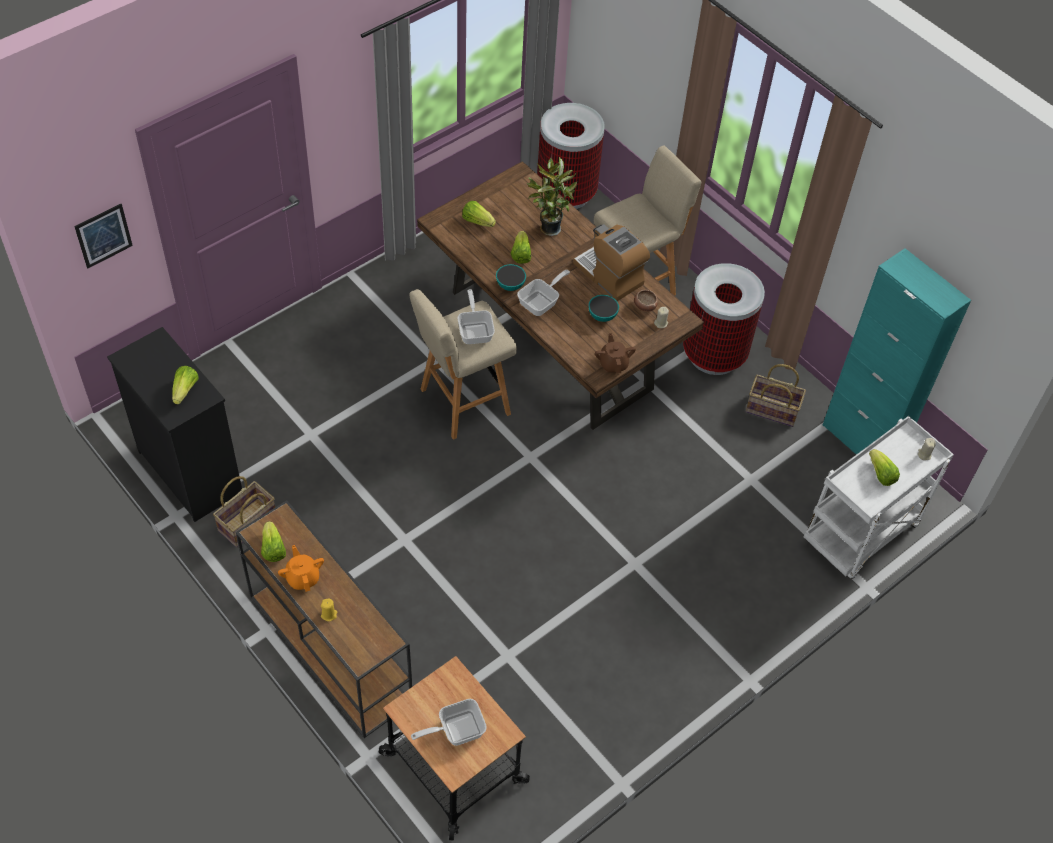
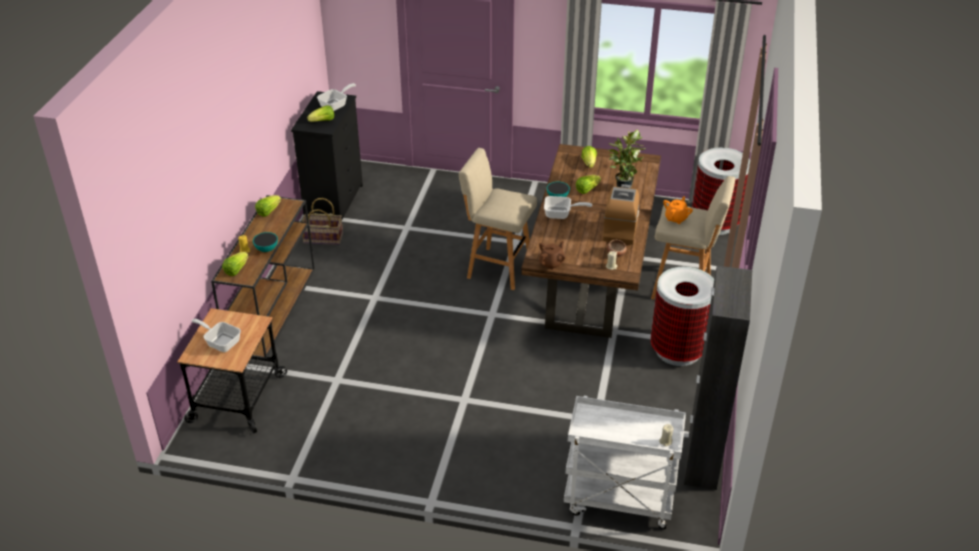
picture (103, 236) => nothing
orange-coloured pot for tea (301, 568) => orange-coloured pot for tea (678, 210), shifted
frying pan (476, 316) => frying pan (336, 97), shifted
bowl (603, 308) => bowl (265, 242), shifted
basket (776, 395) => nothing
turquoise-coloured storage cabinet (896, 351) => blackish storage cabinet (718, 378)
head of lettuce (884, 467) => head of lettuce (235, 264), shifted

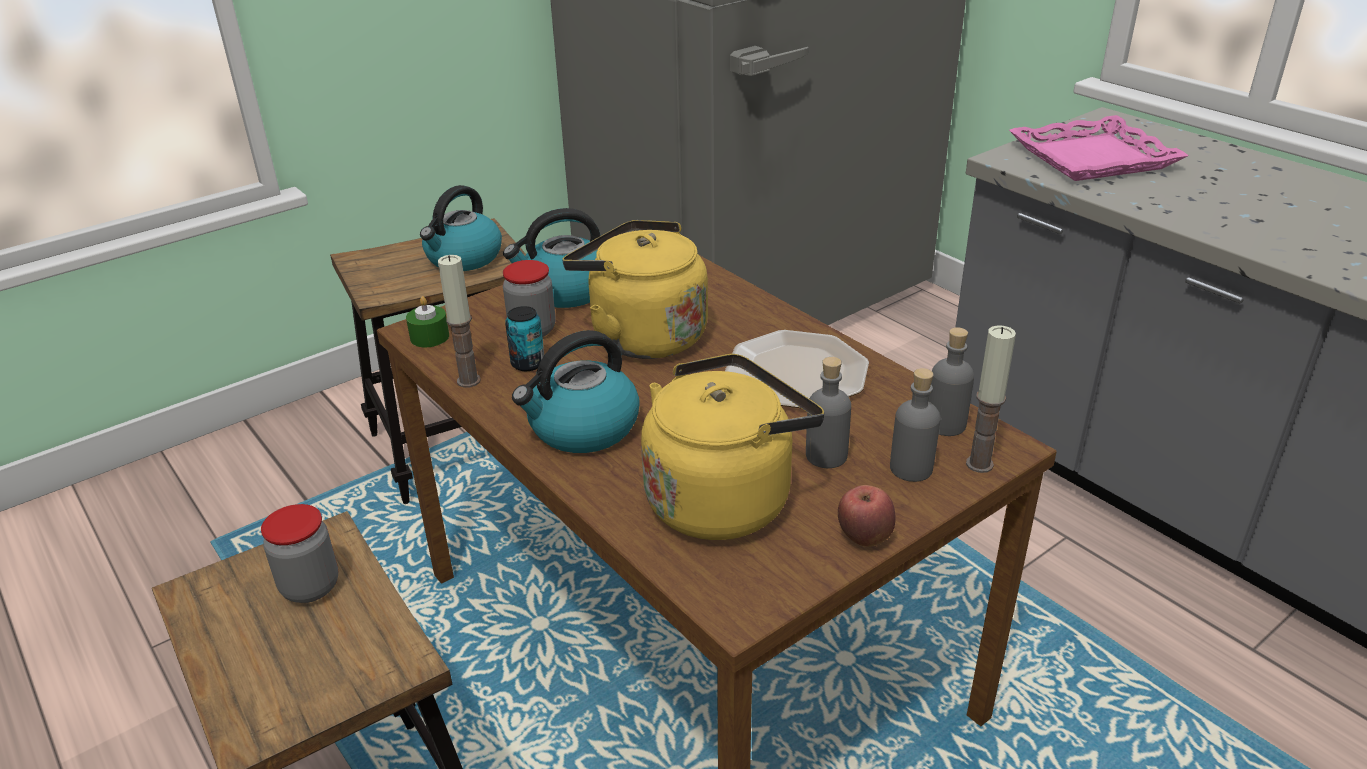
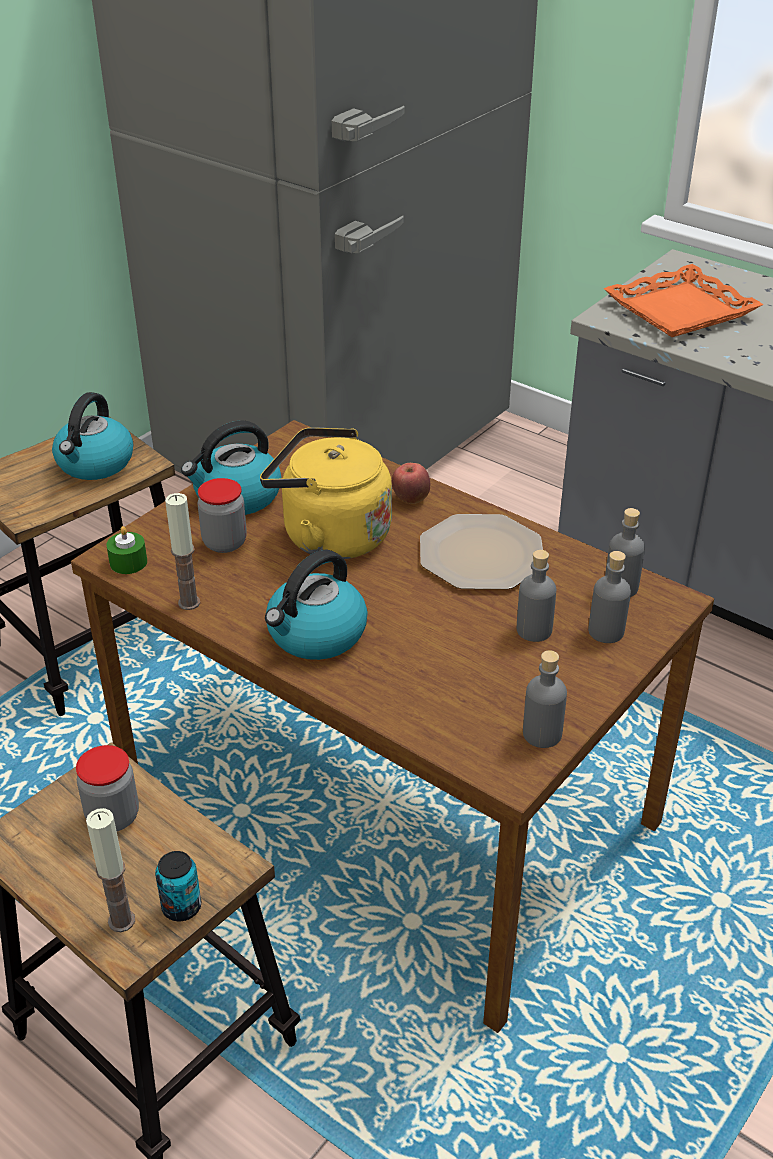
can (524, 338) => can (178, 886), shifted
yellow-coloured water kettle (732, 446) => nothing
apple fruit (867, 516) => apple fruit (411, 483), shifted
wax candle (991, 399) => wax candle (110, 870), shifted
pink tray (1099, 148) => orange-coloured tray (683, 300)
nothing => grey beverage bottle (545, 699)

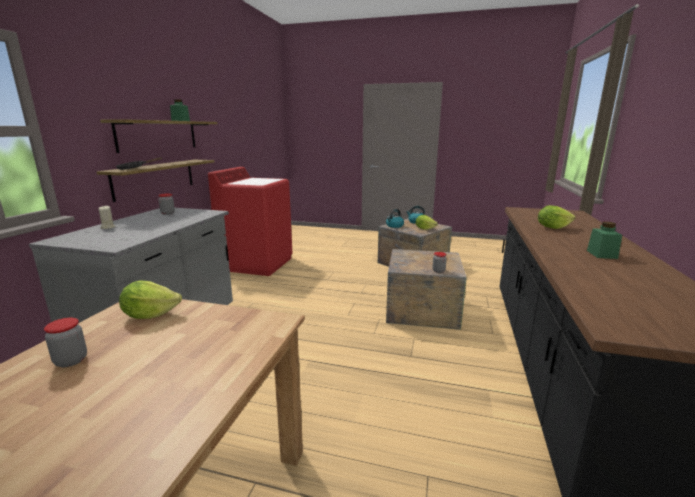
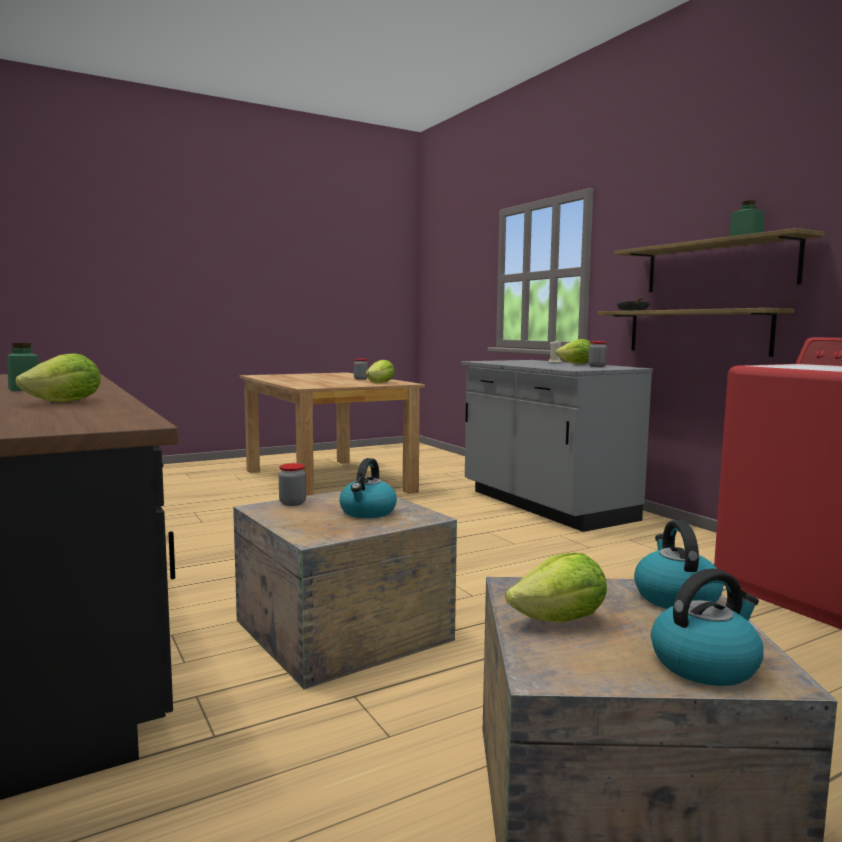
nothing => water kettle (368, 488)
nothing => head of lettuce (574, 351)

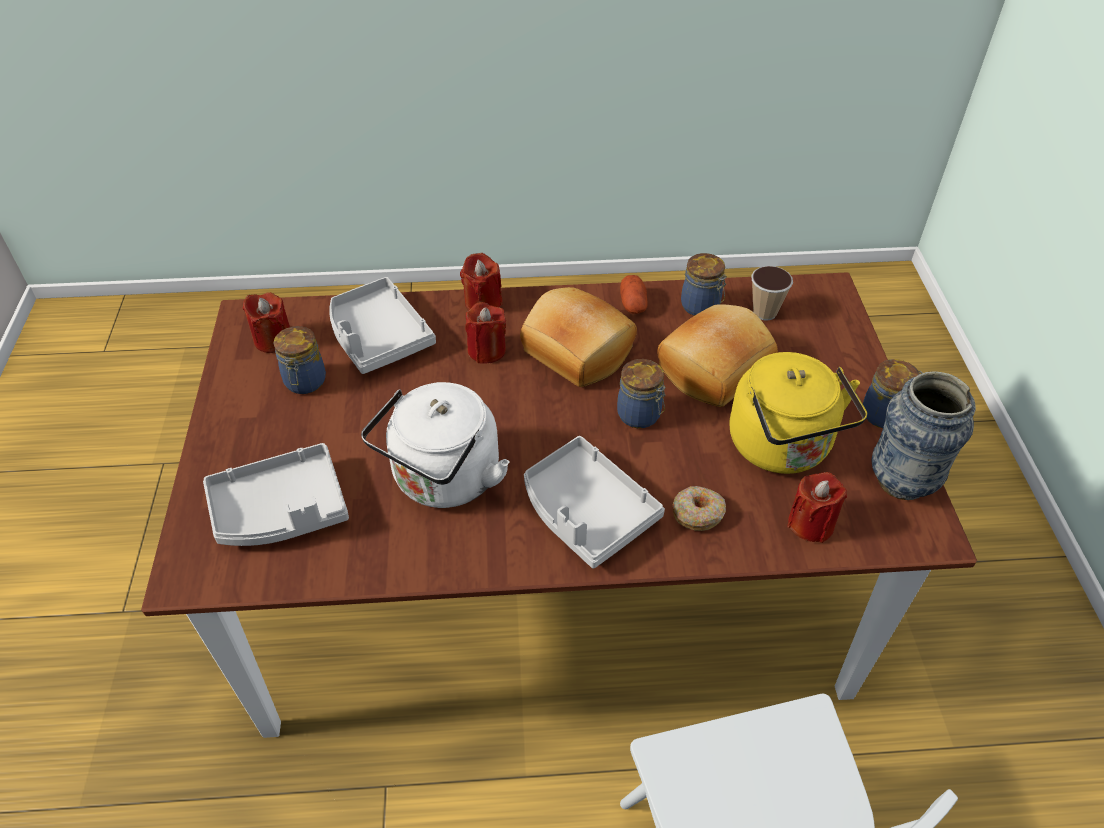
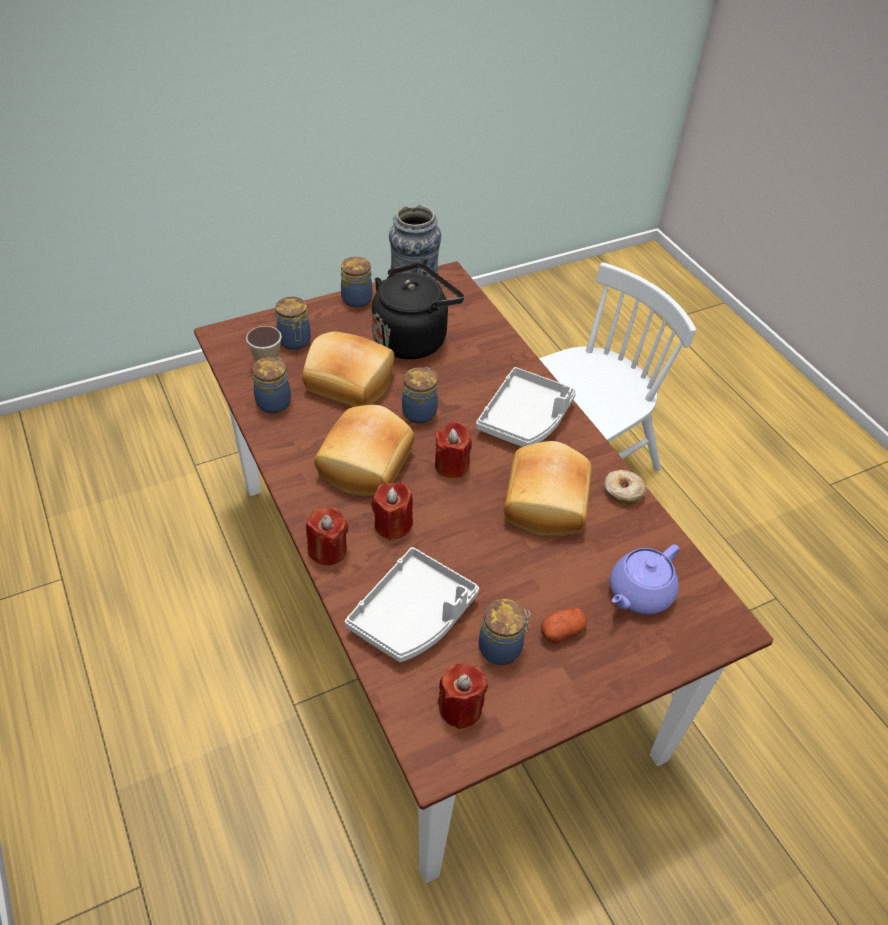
grey tray (276, 494) => purple pot for tea (644, 579)
whitish water kettle (435, 445) => bakery bread (548, 489)
spud (634, 294) => spud (564, 625), shifted
ring doughnut (699, 508) => ring doughnut (625, 488), shifted
yellow-coloured water kettle (798, 413) => blackish water kettle (418, 311)
red wax candle (817, 507) => red wax candle (453, 449), shifted
nothing => jar (293, 323)

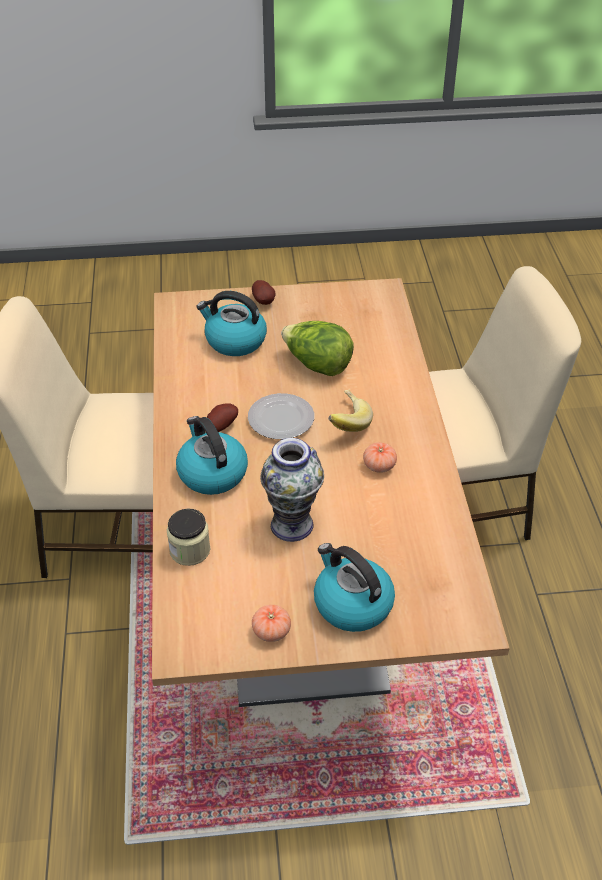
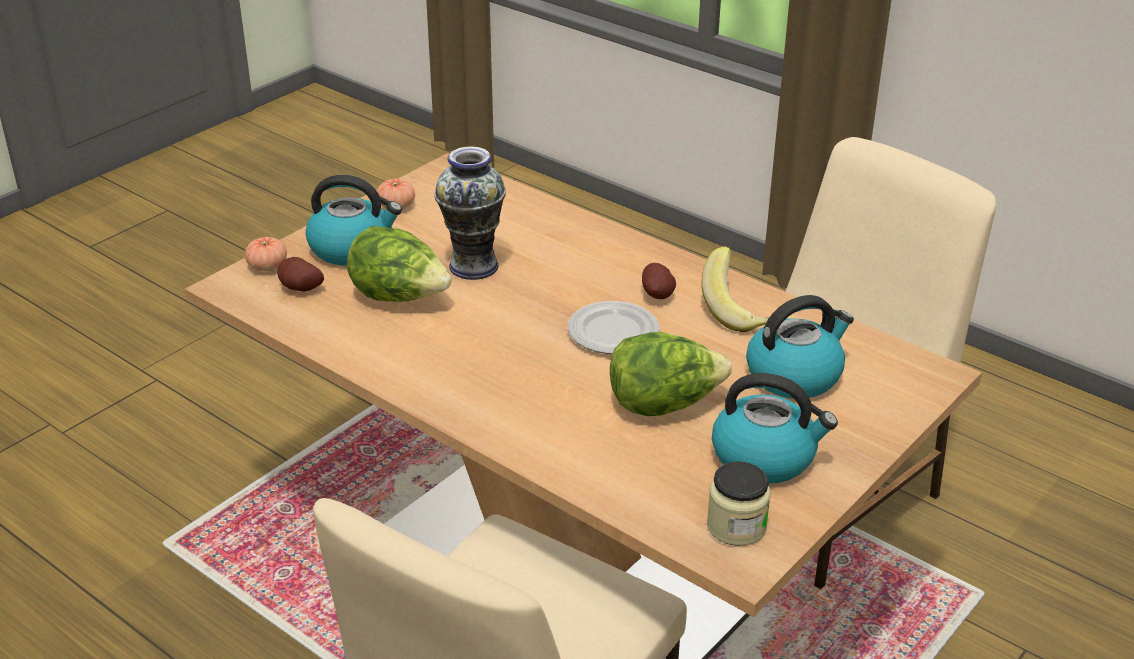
jar (188, 537) => jar (739, 504), shifted
water kettle (212, 455) => water kettle (775, 428), shifted
spud (264, 292) => spud (300, 274), shifted
banana (350, 410) => banana (735, 289), shifted
fresh tomato (380, 457) => fresh tomato (266, 254), shifted
nothing => head of lettuce (399, 264)

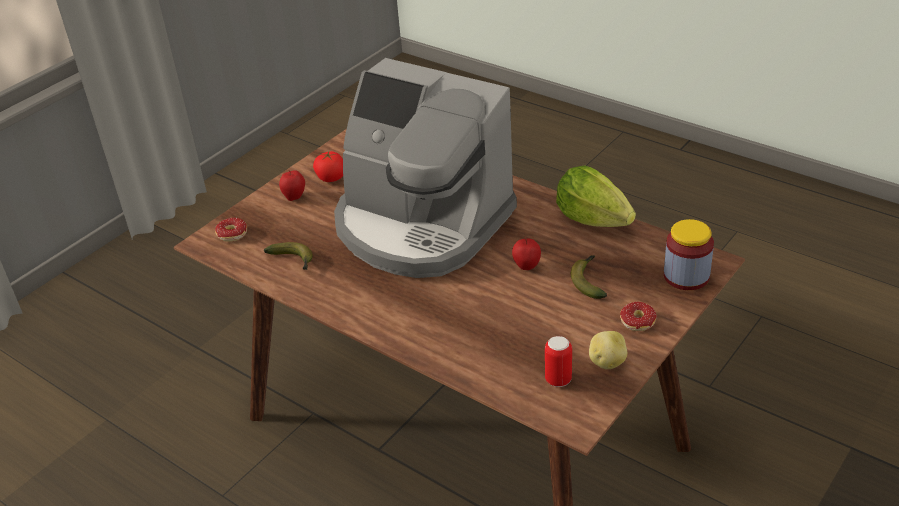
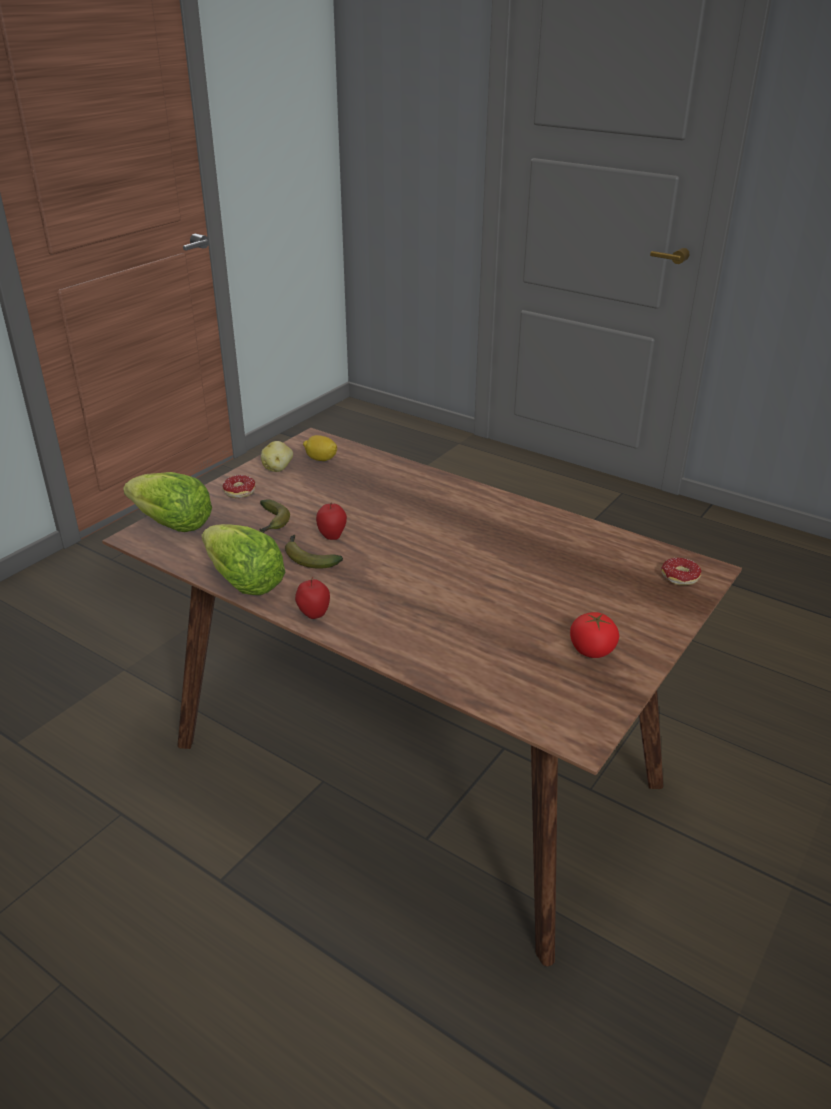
banana (288, 256) => banana (314, 552), shifted
apple fruit (292, 185) => apple fruit (312, 598), shifted
coffee maker (425, 168) => nothing
can (558, 361) => citrus fruit (320, 448)
jar (689, 254) => head of lettuce (167, 502)

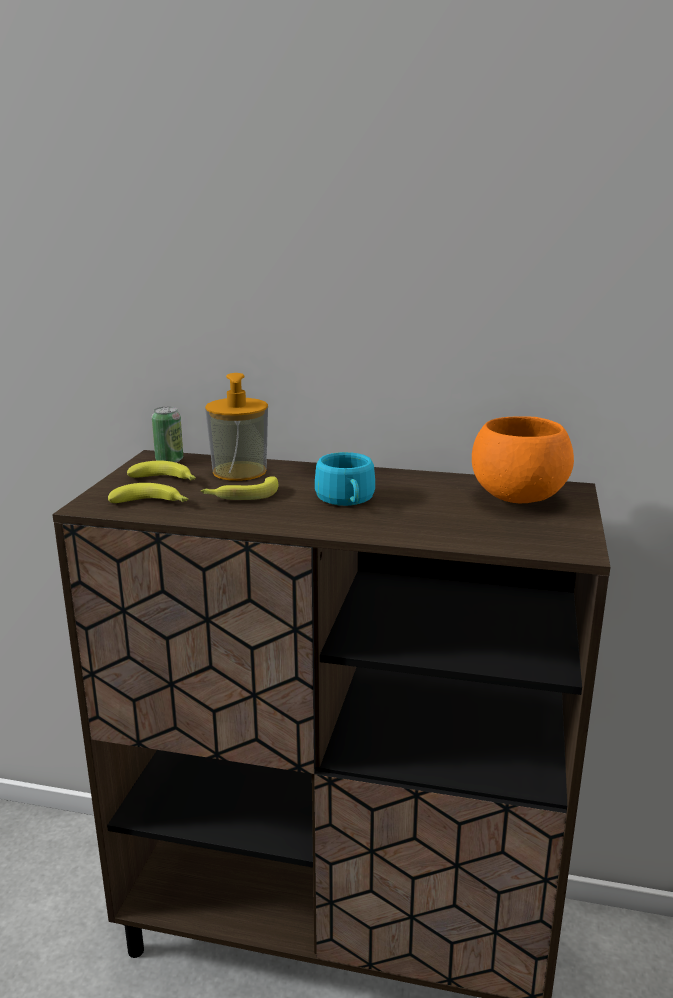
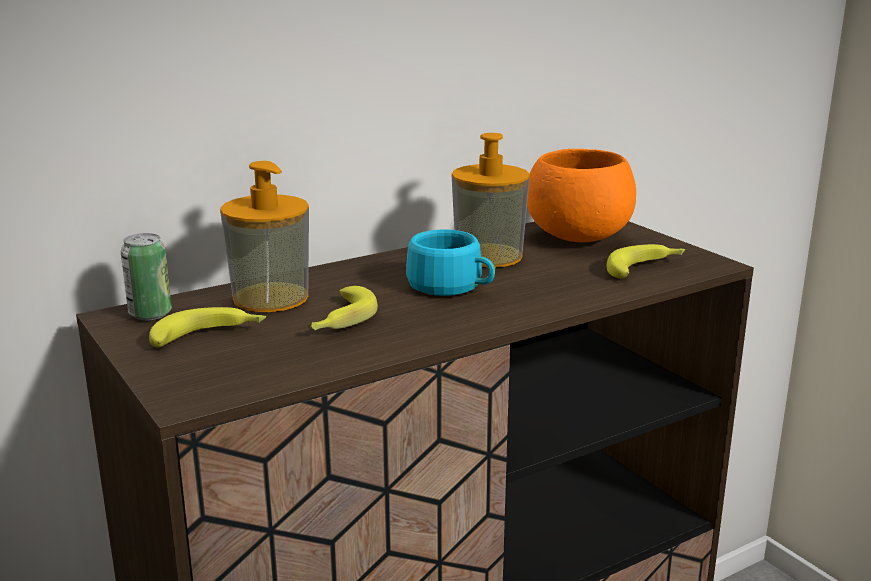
banana (148, 493) => banana (645, 261), shifted
nothing => soap dispenser (491, 200)

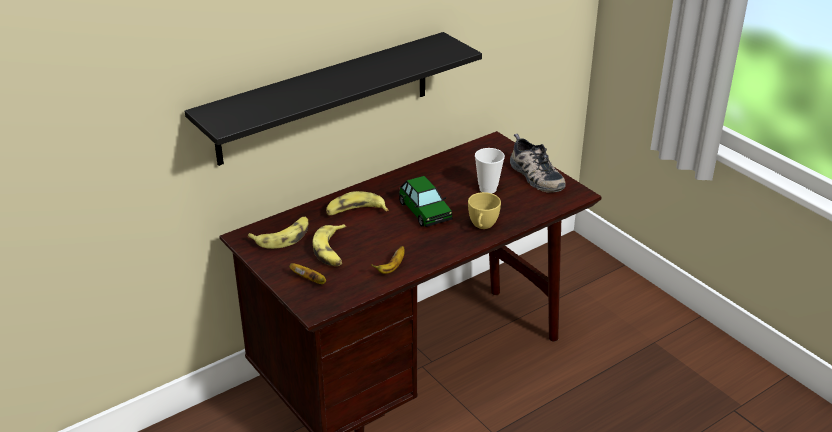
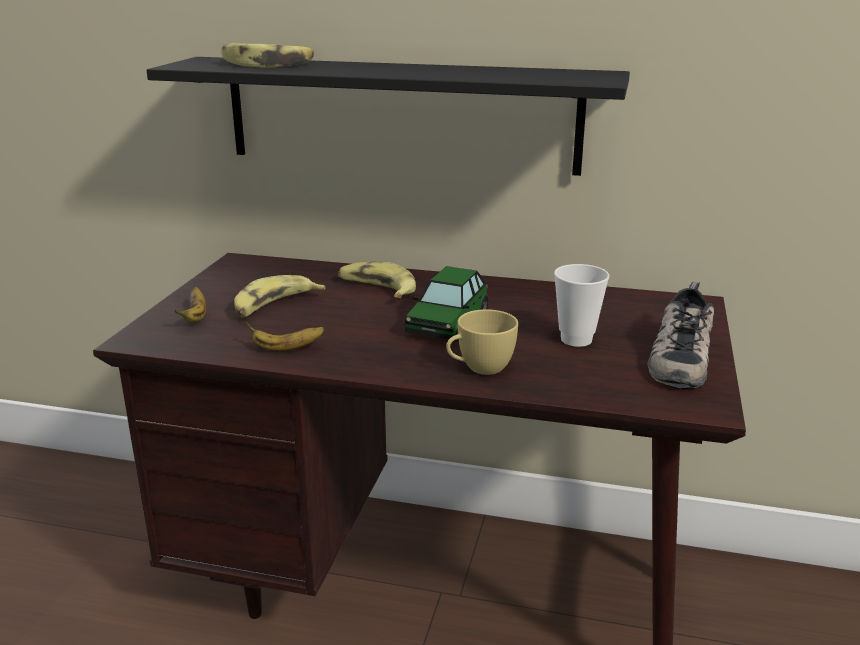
banana (278, 233) => banana (267, 55), shifted

